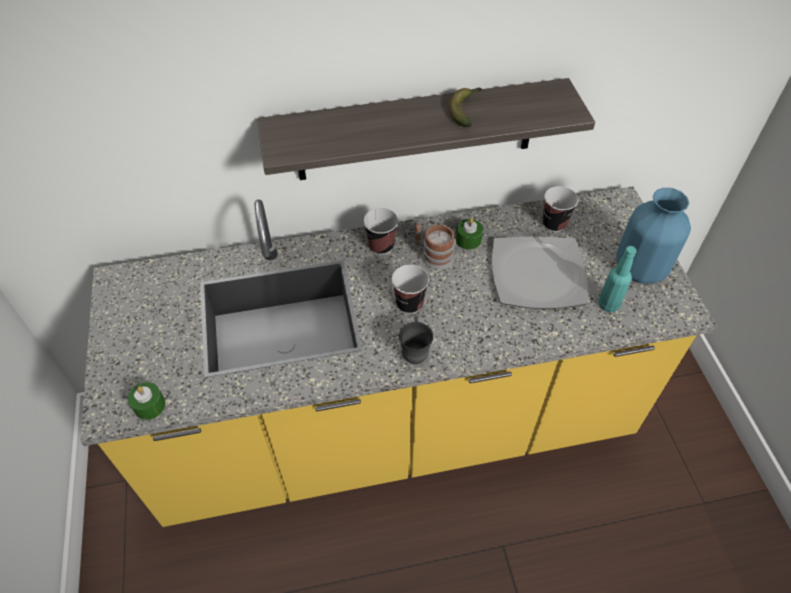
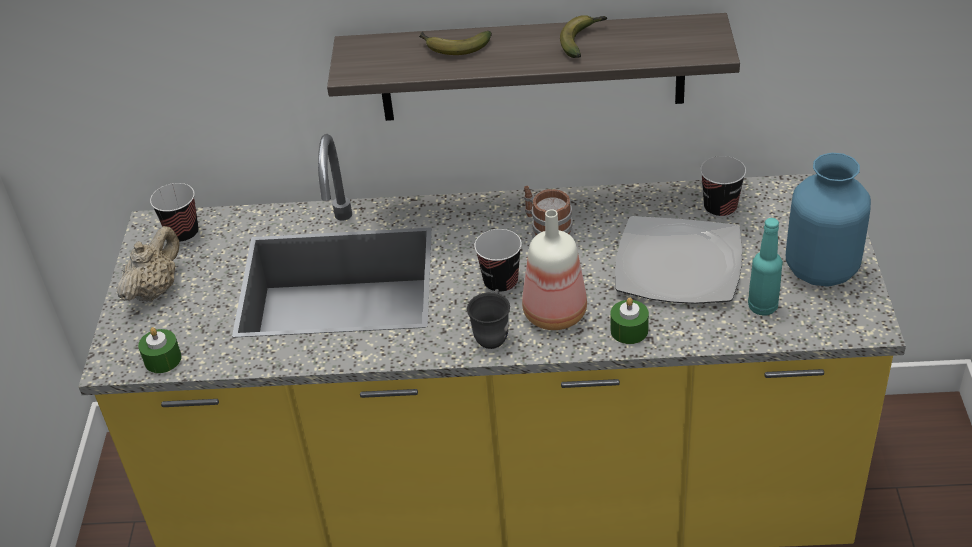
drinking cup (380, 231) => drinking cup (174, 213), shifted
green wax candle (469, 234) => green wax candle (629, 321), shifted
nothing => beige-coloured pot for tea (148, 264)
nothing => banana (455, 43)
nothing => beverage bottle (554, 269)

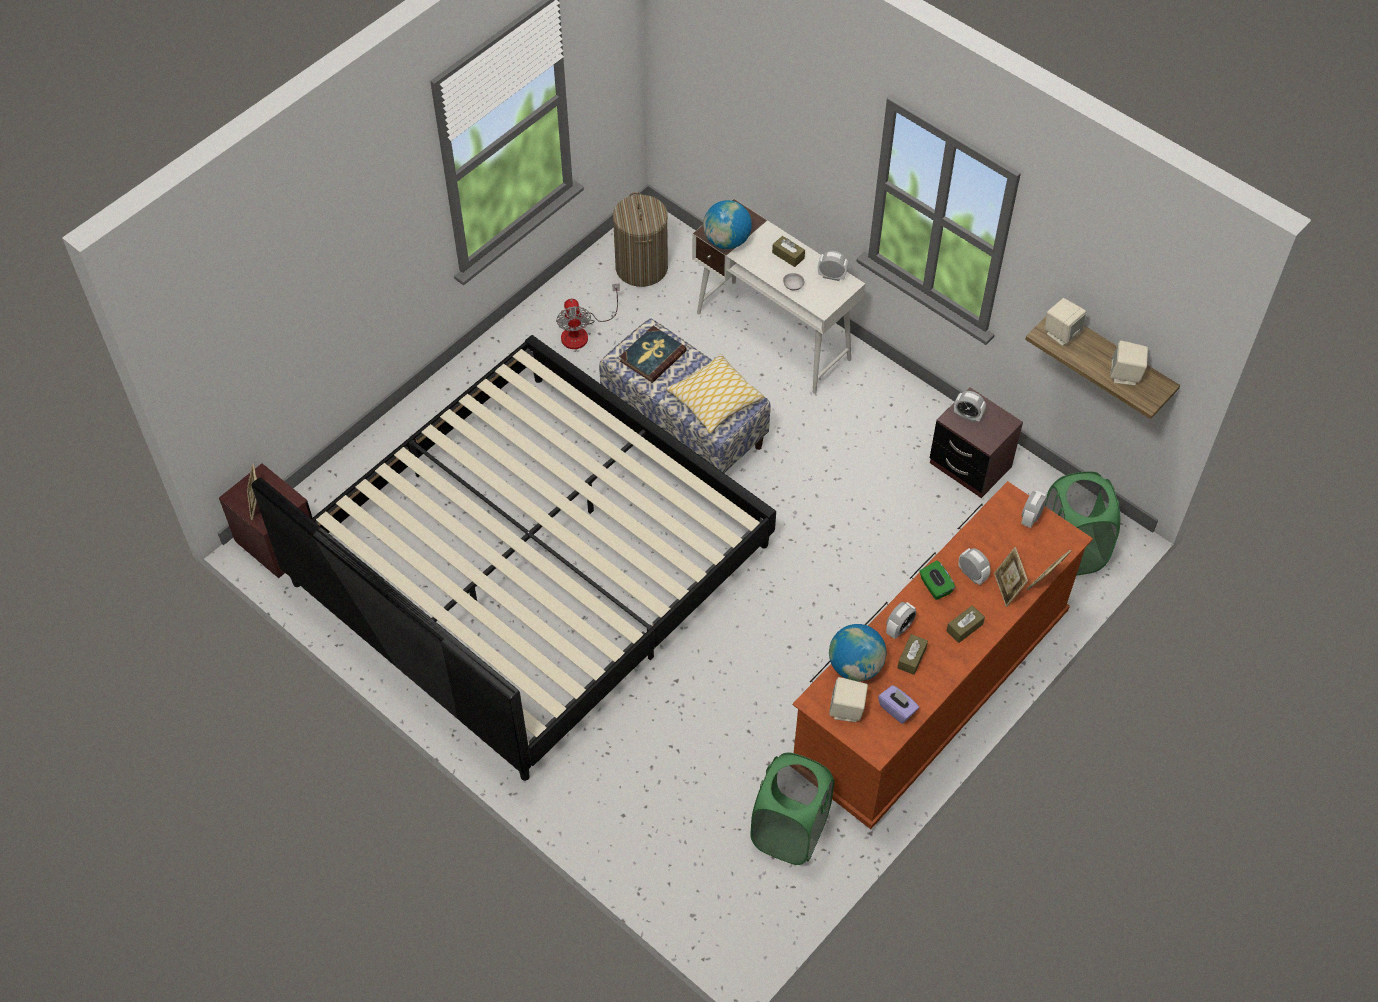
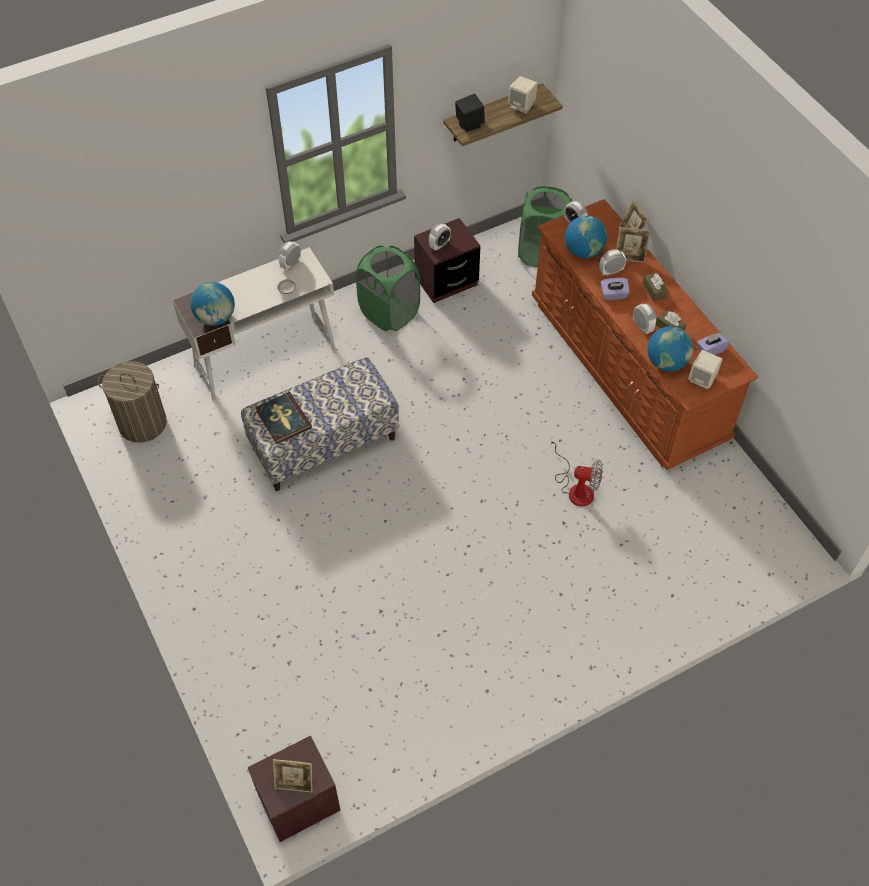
bedroom bed (514, 558) => nothing
electric fan (588, 316) => electric fan (577, 473), shifted
cushion (715, 394) => nothing
green laundry basket (792, 809) => green laundry basket (388, 288), shifted
brownish tissue box (788, 251) => nothing
green tissue box (937, 580) => purple tissue box (615, 289)
beige-coloured loudspeaker (1065, 322) => blackish loudspeaker (470, 113)
nothing => globe (586, 237)

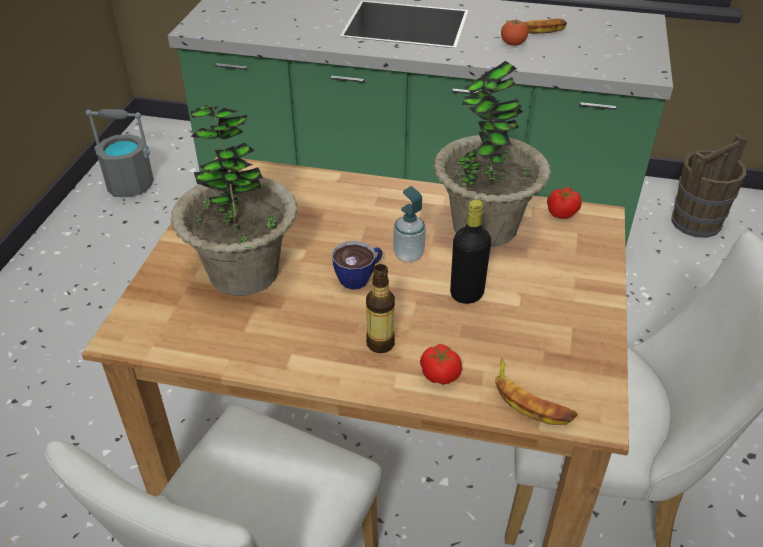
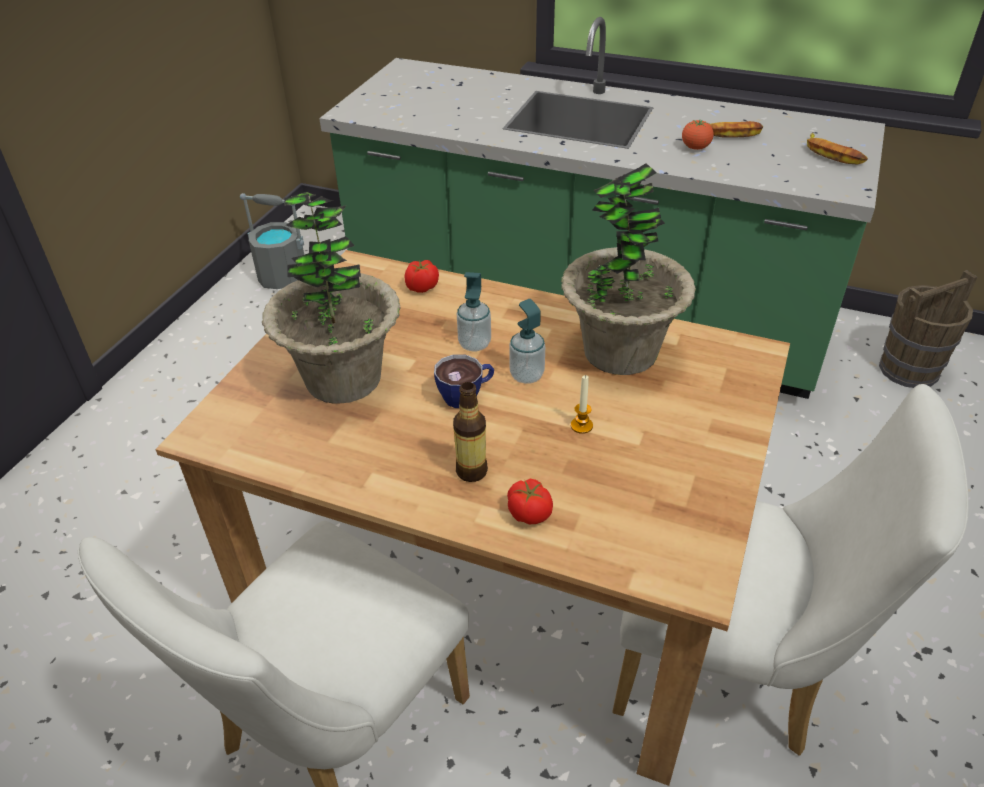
blackish beverage bottle (470, 252) => wax candle (582, 404)
banana (536, 391) => banana (837, 149), shifted
fresh tomato (564, 203) => fresh tomato (421, 276), shifted
nothing => soap dispenser (474, 312)

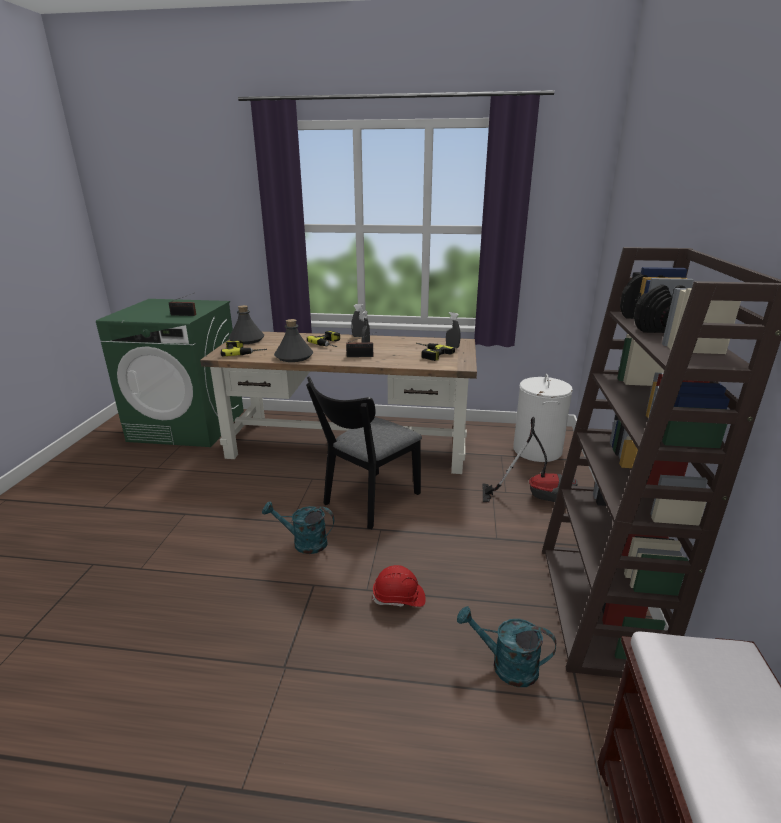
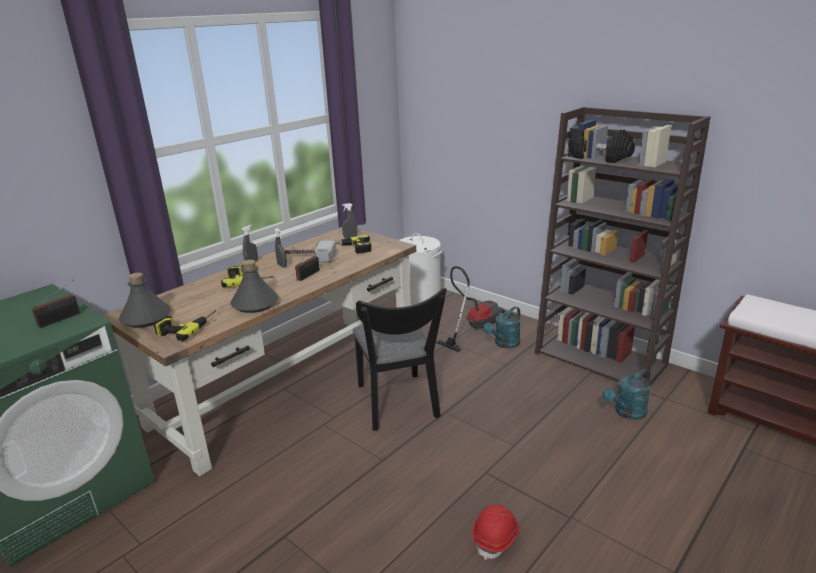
turquoise-coloured watering can (298, 527) => turquoise-coloured watering can (502, 327), shifted
red hard hat (399, 586) => red hard hat (496, 532), shifted
nothing => tool hammer (310, 251)

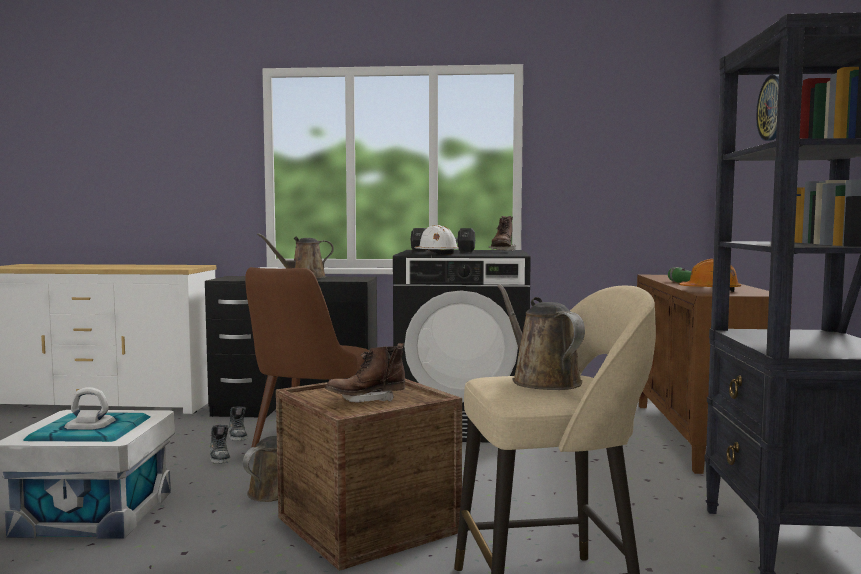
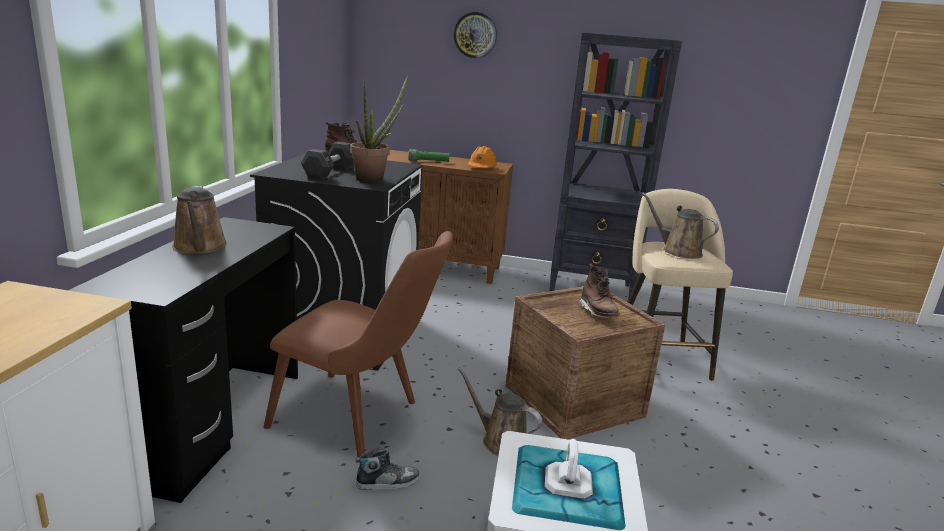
shoe (238, 424) => nothing
whitish hard hat (437, 240) => plant in a pot (379, 129)
brownish watering can (541, 337) => brownish watering can (680, 226), 60 degrees clockwise

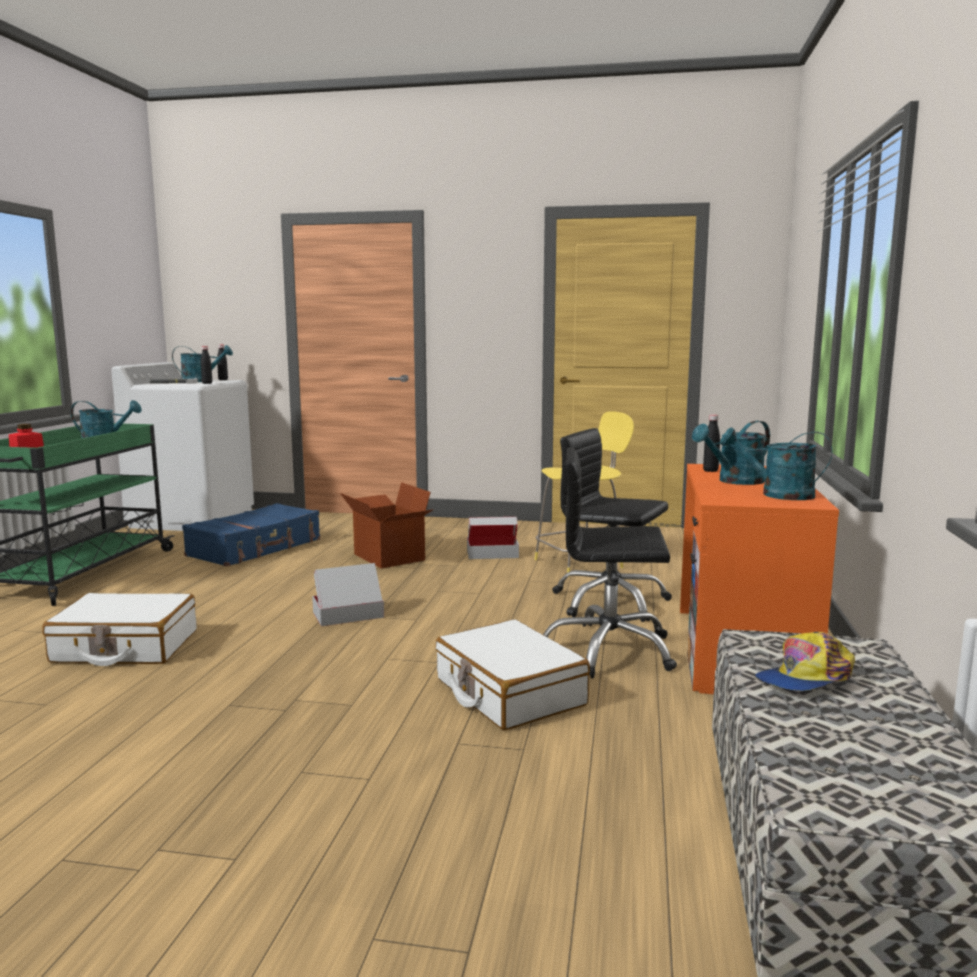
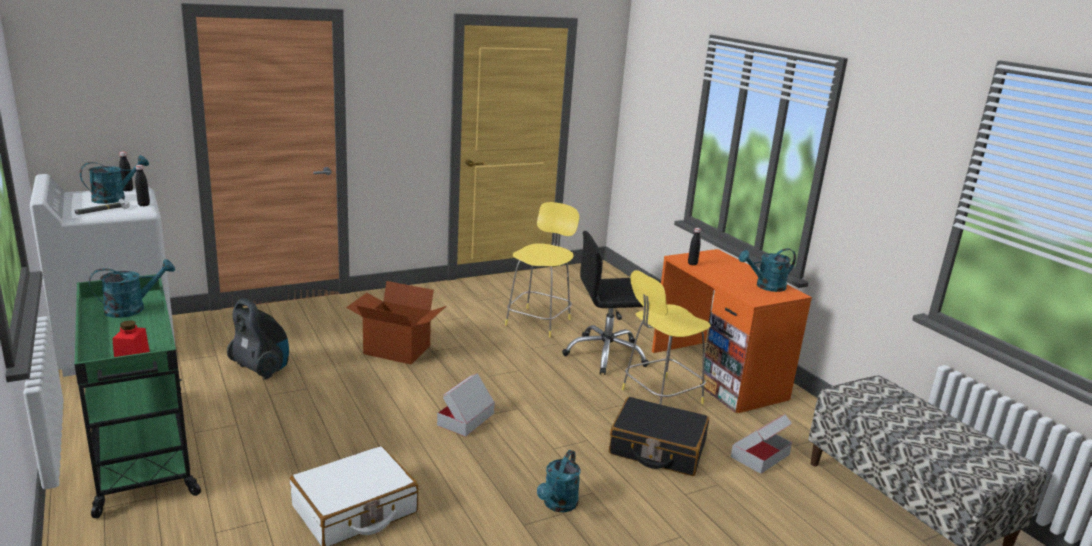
blue piece of luggage (251, 535) => vacuum (258, 339)
whitish piece of luggage (512, 674) => blackish piece of luggage (659, 436)
cardboard box (493, 538) => cardboard box (761, 444), shifted
blackish computer chair (610, 562) => yellow-coloured sitting stool (666, 337)
turquoise-coloured watering can (731, 453) => turquoise-coloured watering can (558, 481), shifted
peaked cap (805, 661) => nothing

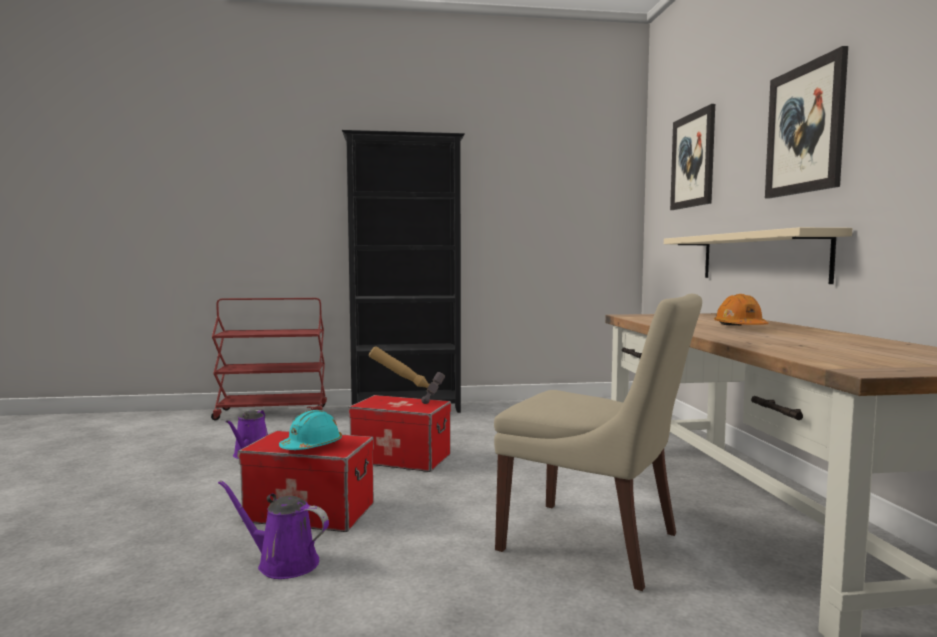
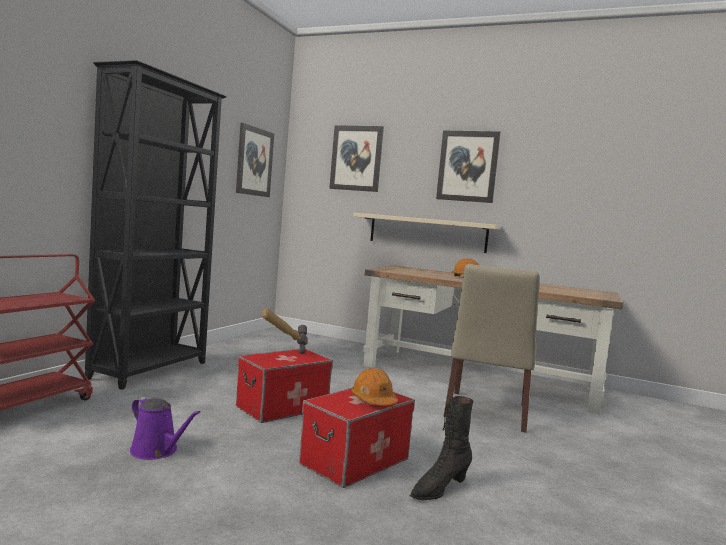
purple watering can (273, 529) => blackish tall boot (441, 448)
turquoise-coloured hard hat (310, 430) => orange-coloured hard hat (374, 387)
beige-coloured chair (598, 442) => beige-coloured chair (492, 348), 135 degrees clockwise
nothing => picture (255, 160)

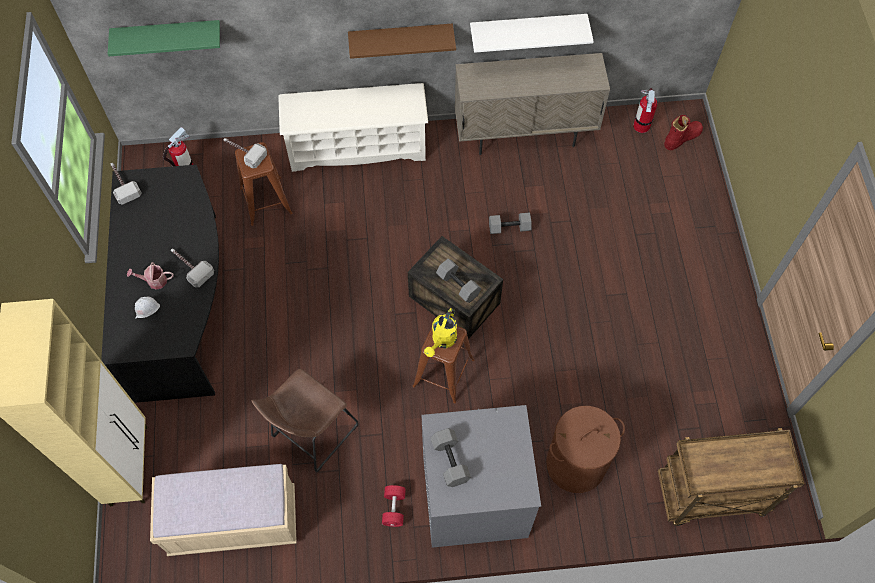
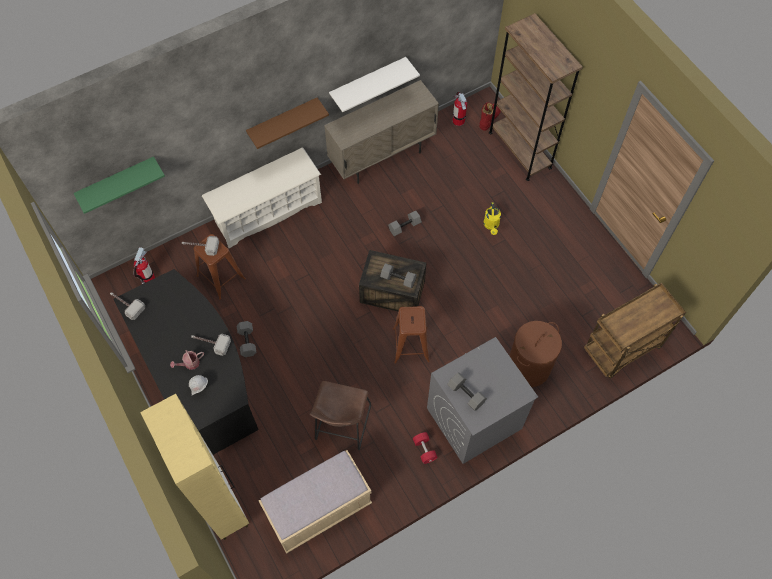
yellow-coloured watering can (440, 332) => yellow-coloured watering can (492, 218), shifted
nothing => grey hand weight (246, 339)
nothing => brownish bookcase (536, 97)

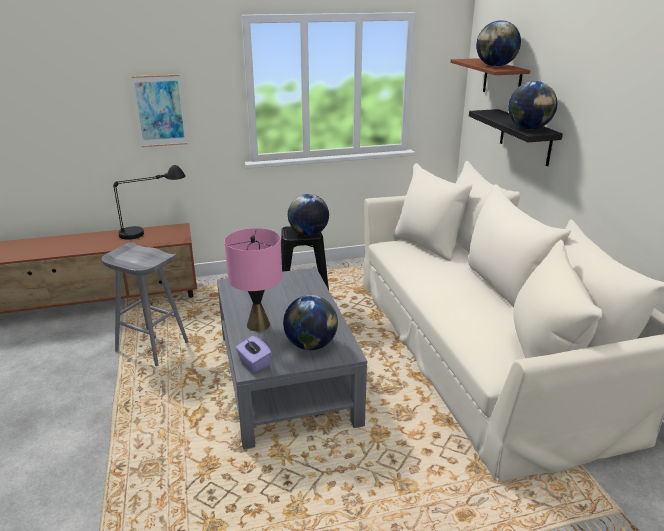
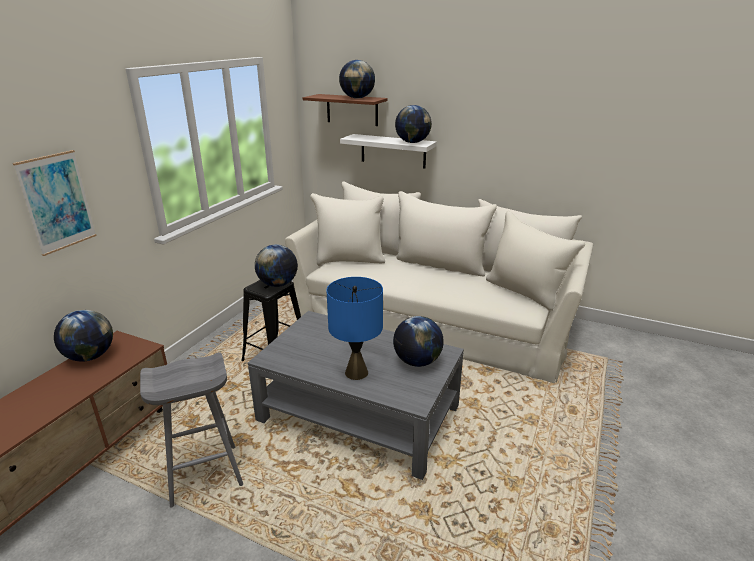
blackish lamp for a table (149, 202) => globe (83, 336)
pink lamp for a table (253, 279) => blue lamp for a table (355, 328)
purple tissue box (253, 354) => nothing
blackish bracket shelf (516, 137) => whitish bracket shelf (388, 151)

